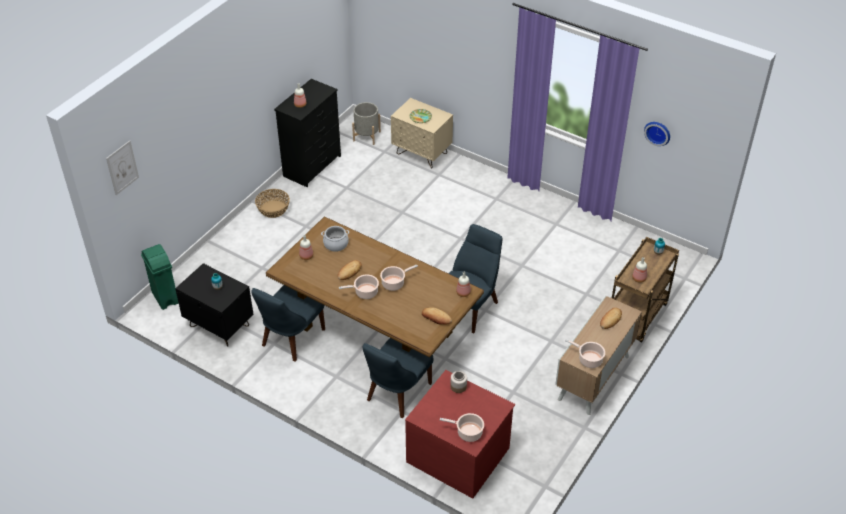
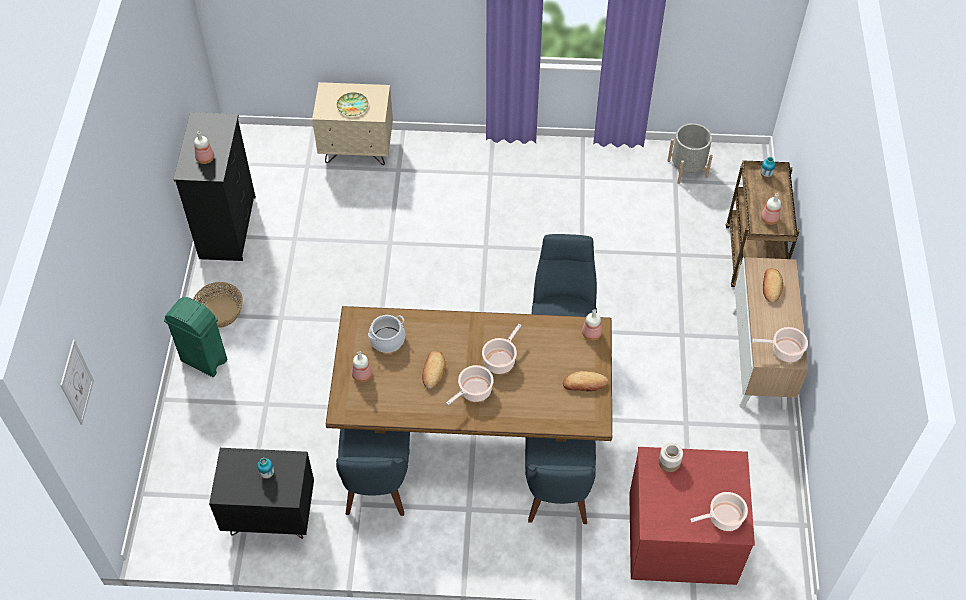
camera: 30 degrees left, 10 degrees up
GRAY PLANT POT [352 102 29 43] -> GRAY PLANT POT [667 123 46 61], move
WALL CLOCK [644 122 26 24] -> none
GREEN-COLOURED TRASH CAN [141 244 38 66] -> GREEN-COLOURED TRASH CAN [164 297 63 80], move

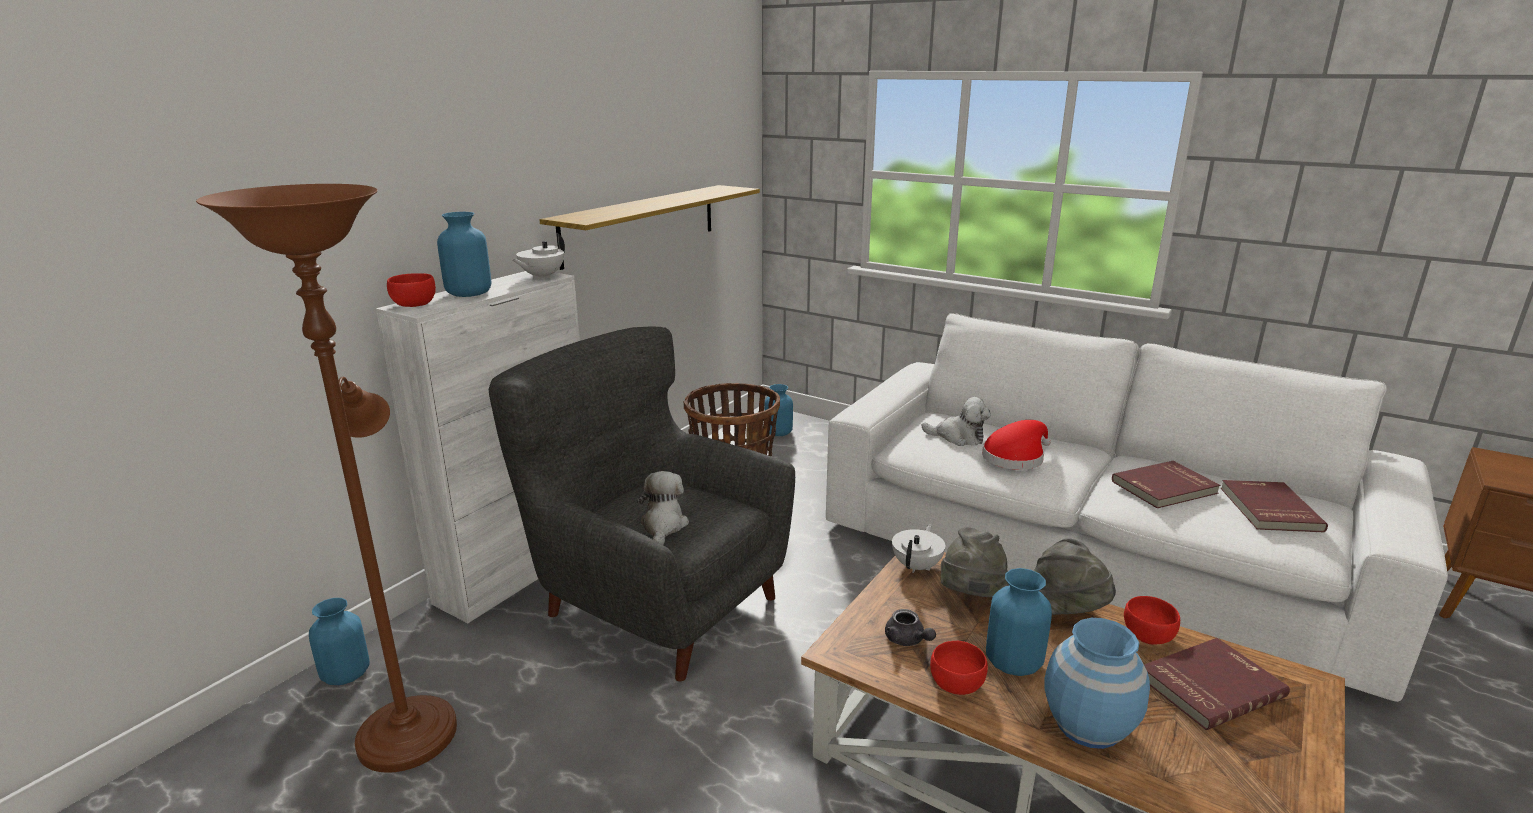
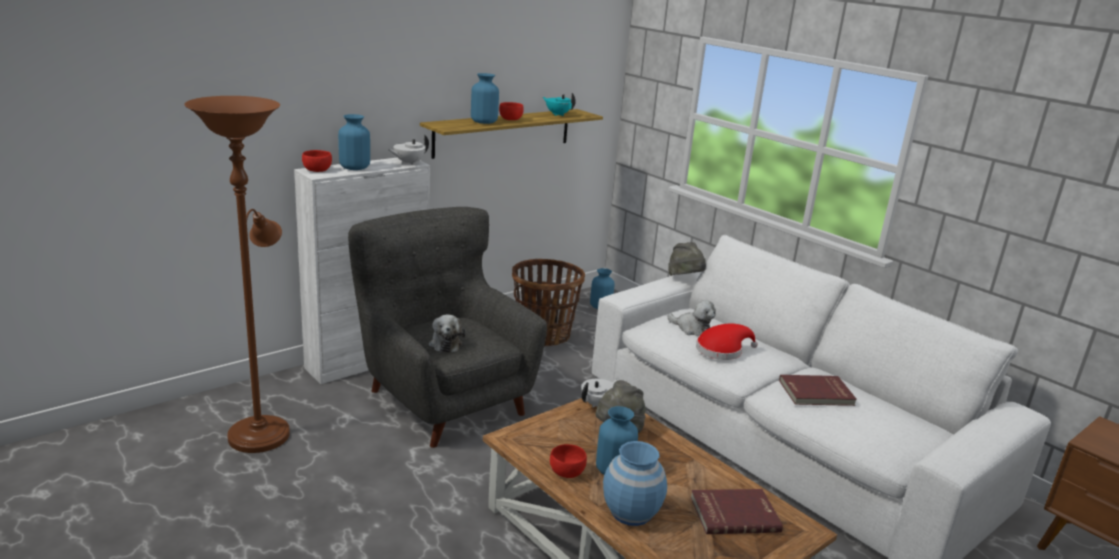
camera: 15 degrees right, 0 degrees up
CUDDLY TOY [636 471 53 74] -> CUDDLY TOY [429 314 37 39], 150 degrees clockwise
REDDISH BOUND BOOK [1221 480 107 52] -> none
GRAY HAT [1034 538 82 77] -> GRAY HAT [668 242 38 34], move
REDDISH DEEP DISH [1124 596 56 49] -> REDDISH DEEP DISH [499 102 25 18], move
BLUE FLOWER VASE [309 598 61 87] -> BLUE FLOWER VASE [471 73 28 51], move
GRAY TEA POT [885 609 51 37] -> none
none -> TURQUOISE TEA POT [543 93 33 23]

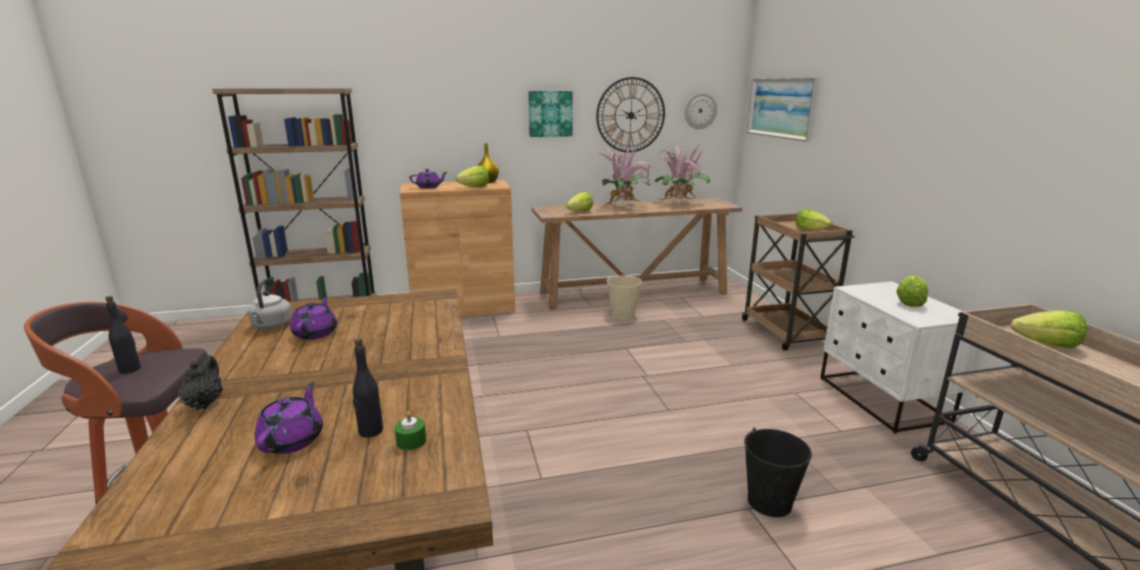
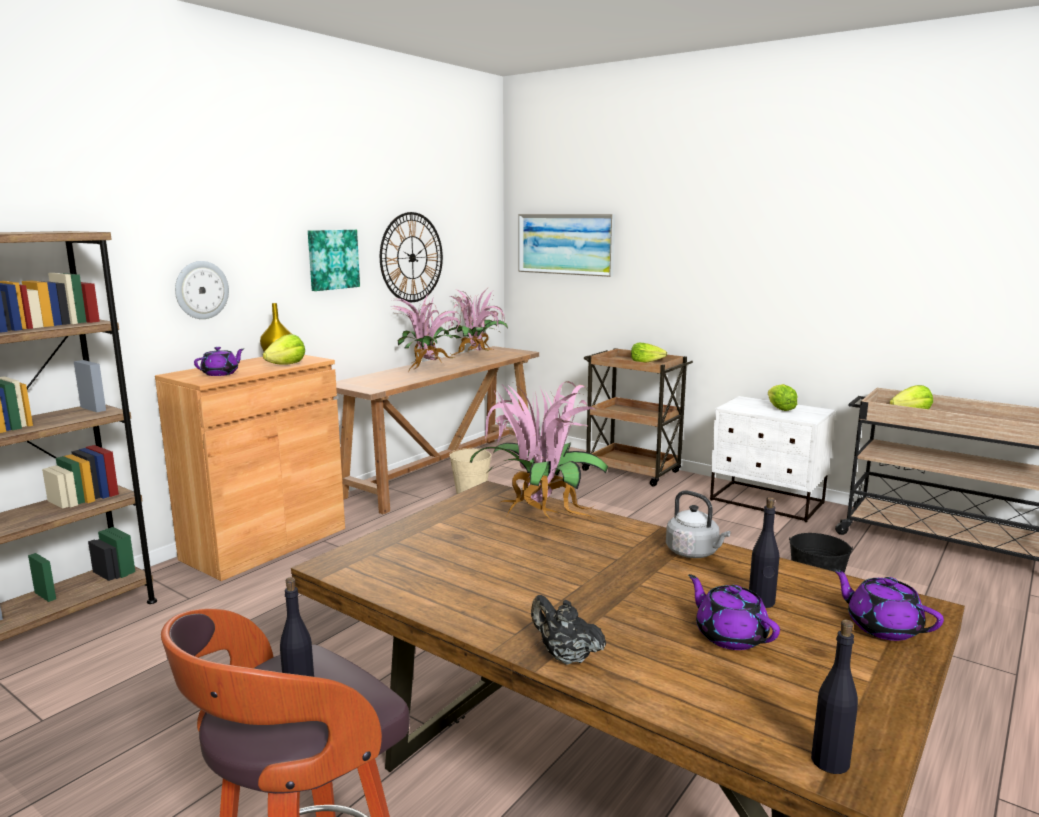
camera: 40 degrees left, 5 degrees down
WALL CLOCK [685 92 32 37] -> WALL CLOCK [175 261 54 58], move
LETTUCE HEAD [566 192 27 20] -> none
GRAY TEA KETTLE [248 279 45 50] -> GRAY TEA KETTLE [666 490 64 68], move
PURPLE-COLOURED TEA POT [290 297 47 43] -> PURPLE-COLOURED TEA POT [833 568 111 73], move
GREEN-COLOURED WAX LIGHT [395 411 31 40] -> none
none -> POTTED PLANT [470 381 138 139]
none -> BLACK-COLOURED BOTTLE [811 620 47 154]

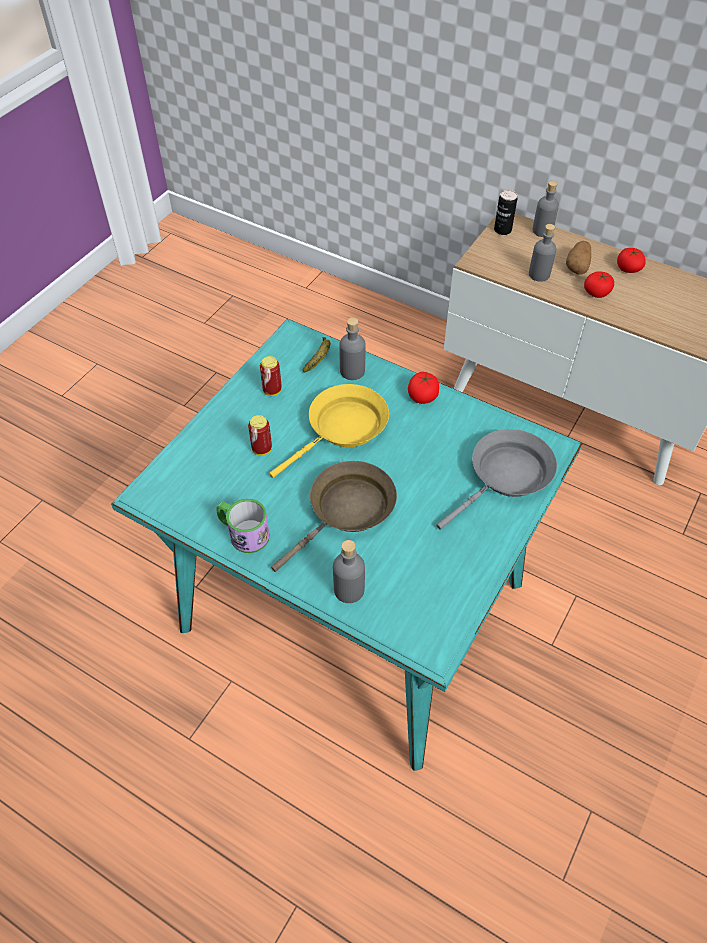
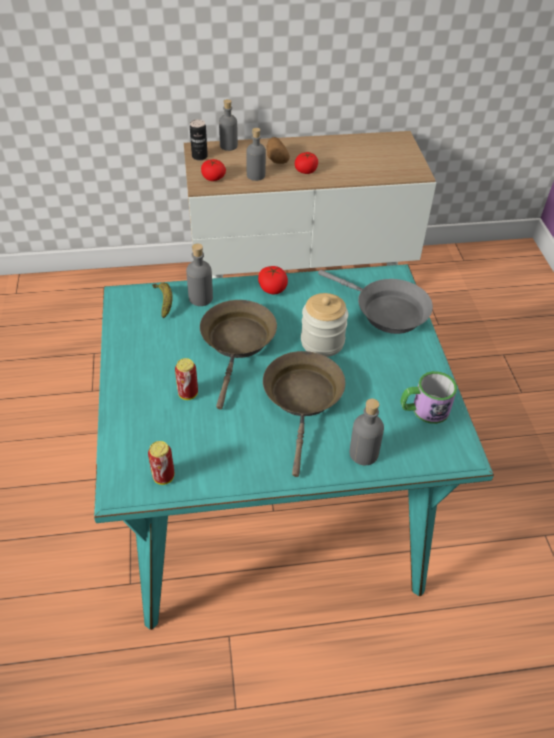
camera: 40 degrees left, 5 degrees down
WHOLE TOMATO [617 248 29 25] -> WHOLE TOMATO [201 159 25 22], move
CAN [260 356 22 40] -> CAN [148 441 27 44], move
YELLOWISH SKILLET [269 384 120 94] -> BROWN SKILLET [200 300 77 110]
GRAY SKILLET [437 429 120 101] -> GRAY SKILLET [318 270 115 64], 120 degrees clockwise
COFFEE MUG [216 499 54 54] -> COFFEE MUG [400 371 57 53], move
none -> STORAGE JAR [301 293 47 64]

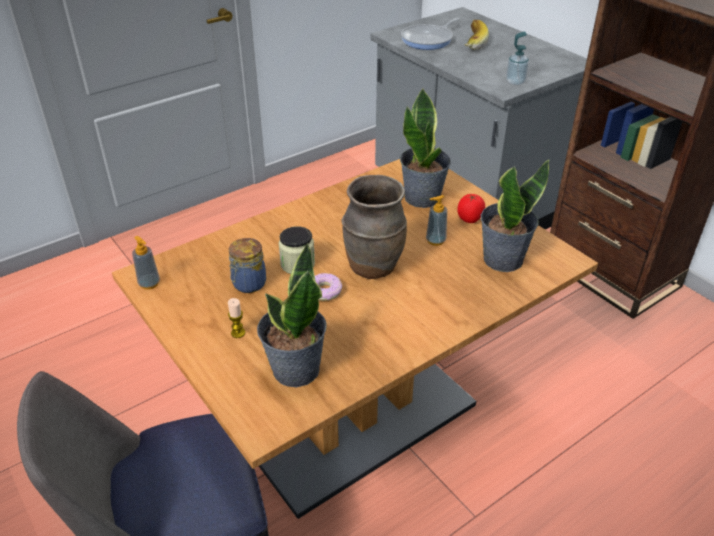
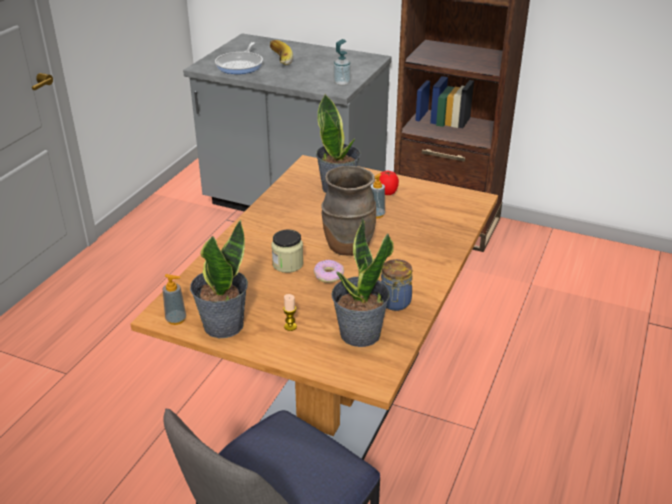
camera: 30 degrees left, 5 degrees down
POTTED PLANT [481 159 69 113] -> POTTED PLANT [190 220 58 118], move
STORAGE JAR [229 238 37 55] -> STORAGE JAR [381 259 32 52], move

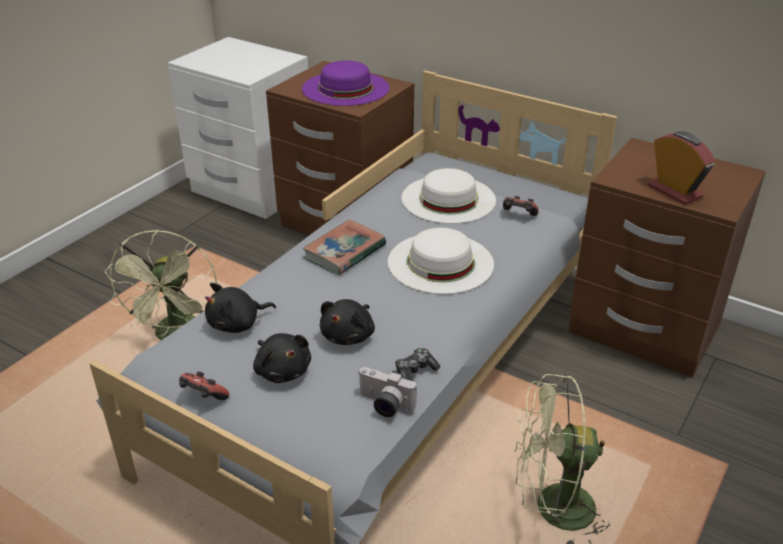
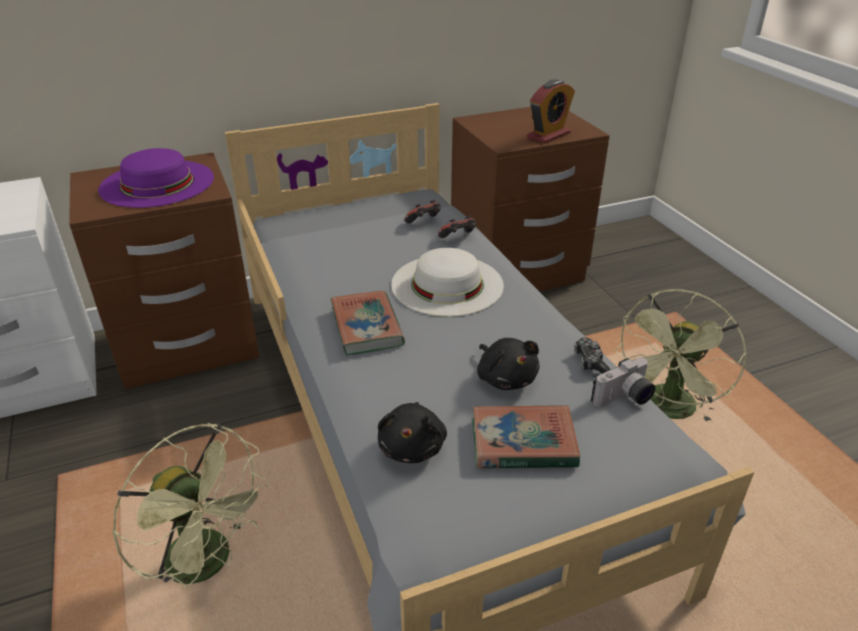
camera: 55 degrees left, 0 degrees up
ALARM CLOCK [648 131 67 74] -> ALARM CLOCK [527 79 48 65], 135 degrees clockwise
WHITE-COLOURED HAT [401 168 95 56] -> none
BLACK-COLOURED CUDDLY TOY [253 333 58 50] -> BOUND BOOK [472 405 108 63]
JOYPAD [179 371 50 29] -> JOYPAD [438 216 38 22], move

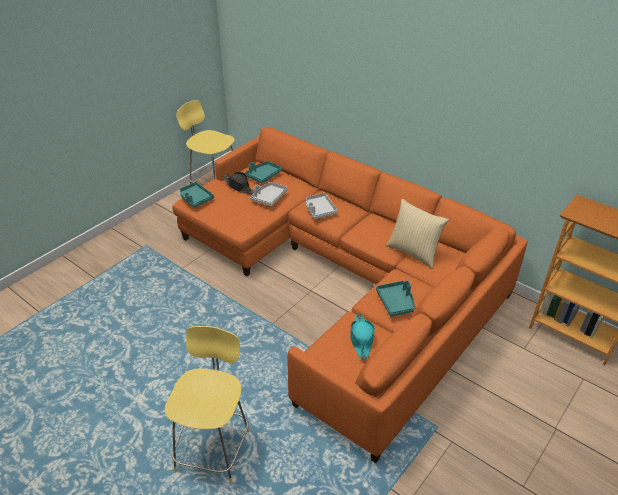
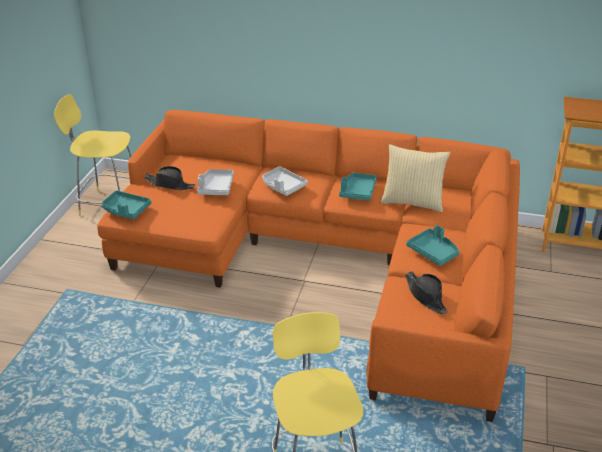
camera: 25 degrees left, 5 degrees down
TURQUOISE TRAY [245 161 37 23] -> TURQUOISE TRAY [339 173 38 27], move
TURQUOISE HAT [350 314 25 46] -> BLACK-COLOURED HAT [405 271 43 43]

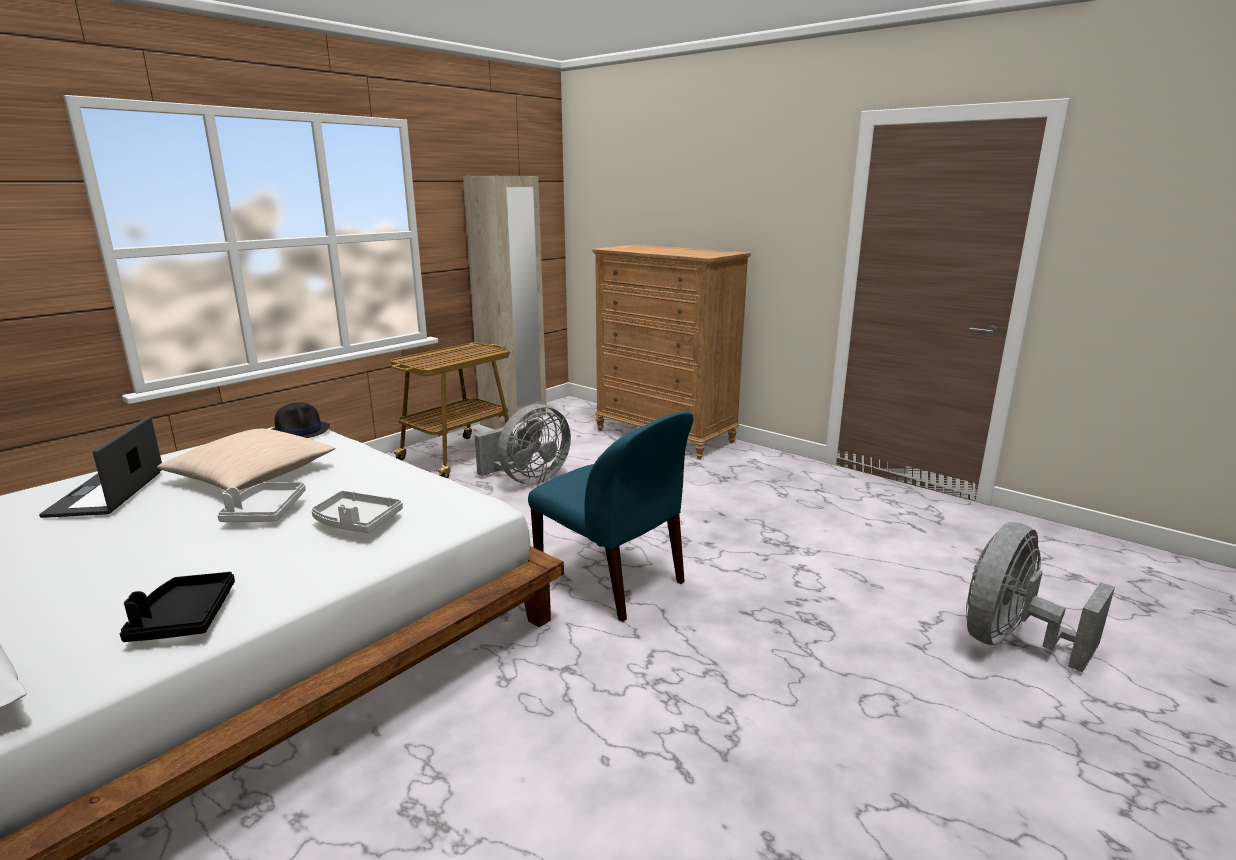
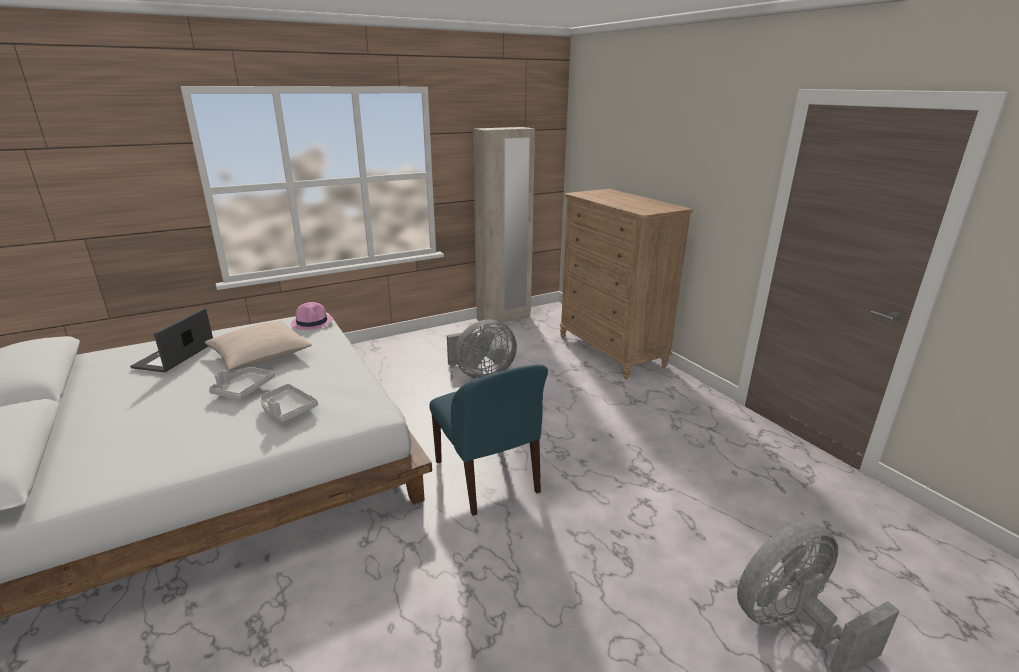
camera: 20 degrees right, 5 degrees up
CART [390 343 120 135] -> none
BLACK-COLOURED HAT [271 402 59 36] -> PINKISH HAT [291 302 42 28]
BLACK-COLOURED TRAY [120 572 115 70] -> none

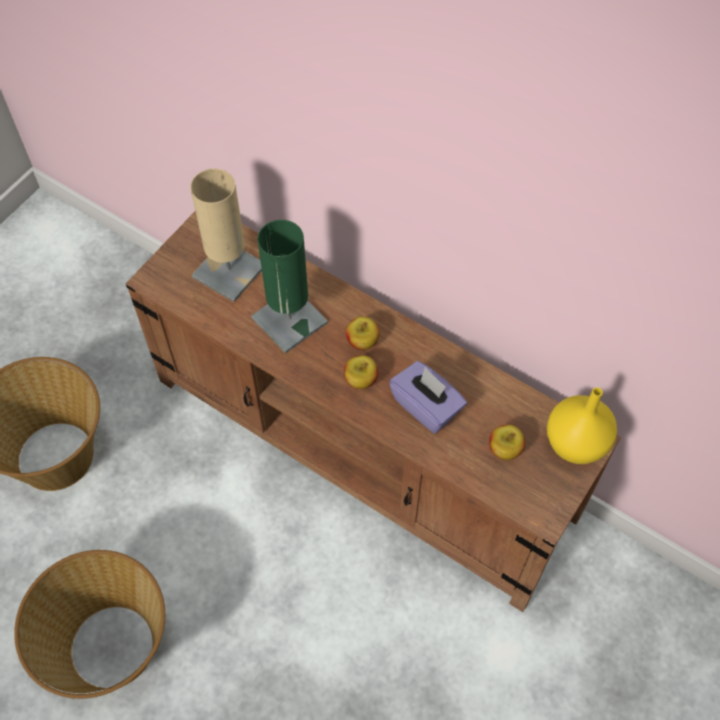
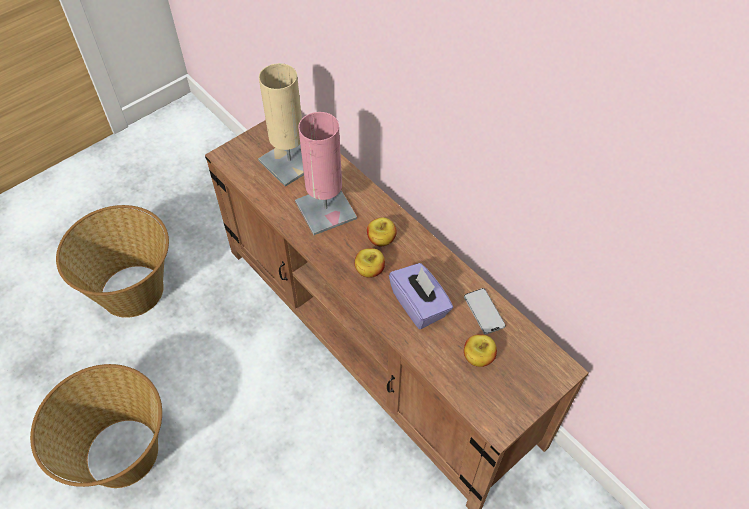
camera: 15 degrees right, 5 degrees down
GREEN-COLOURED LAMP FOR A TABLE [251 220 77 133] -> PINKISH LAMP FOR A TABLE [295 112 62 123]
YELLOWISH FLOWER VASE [547 387 70 77] -> none
none -> PHONE [464 288 42 46]

